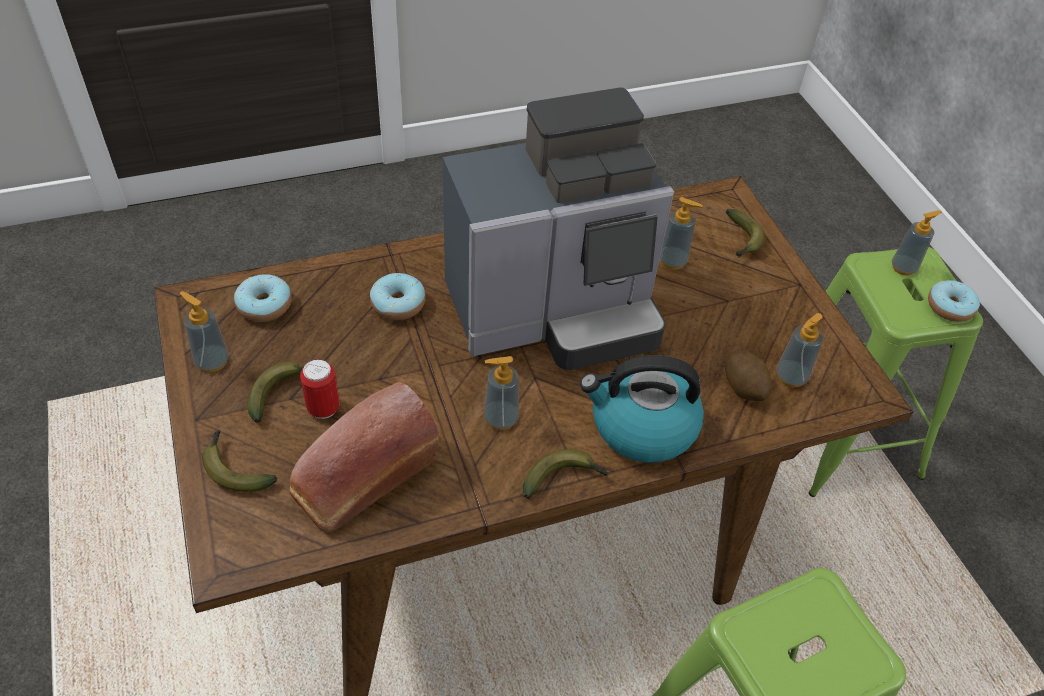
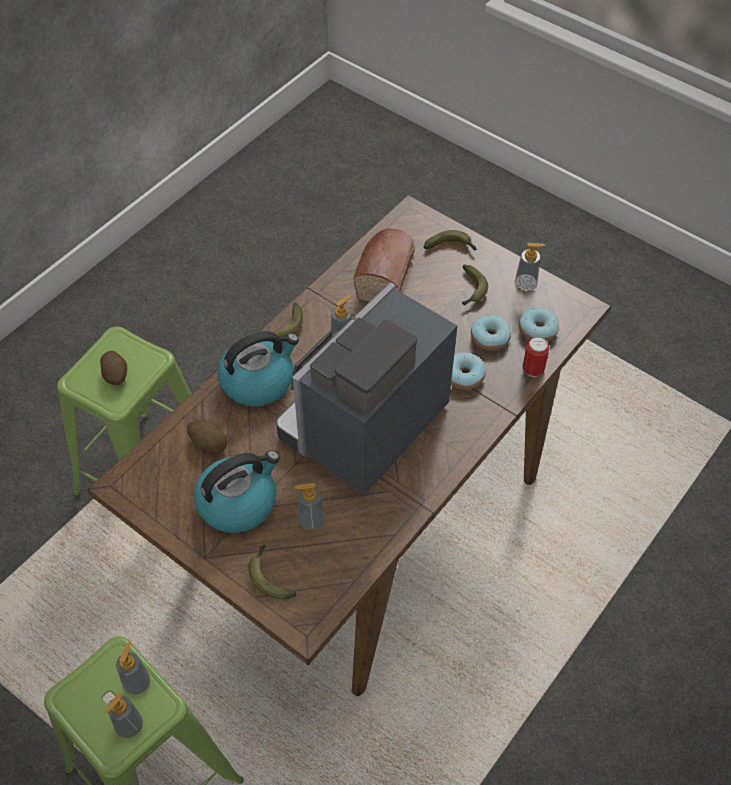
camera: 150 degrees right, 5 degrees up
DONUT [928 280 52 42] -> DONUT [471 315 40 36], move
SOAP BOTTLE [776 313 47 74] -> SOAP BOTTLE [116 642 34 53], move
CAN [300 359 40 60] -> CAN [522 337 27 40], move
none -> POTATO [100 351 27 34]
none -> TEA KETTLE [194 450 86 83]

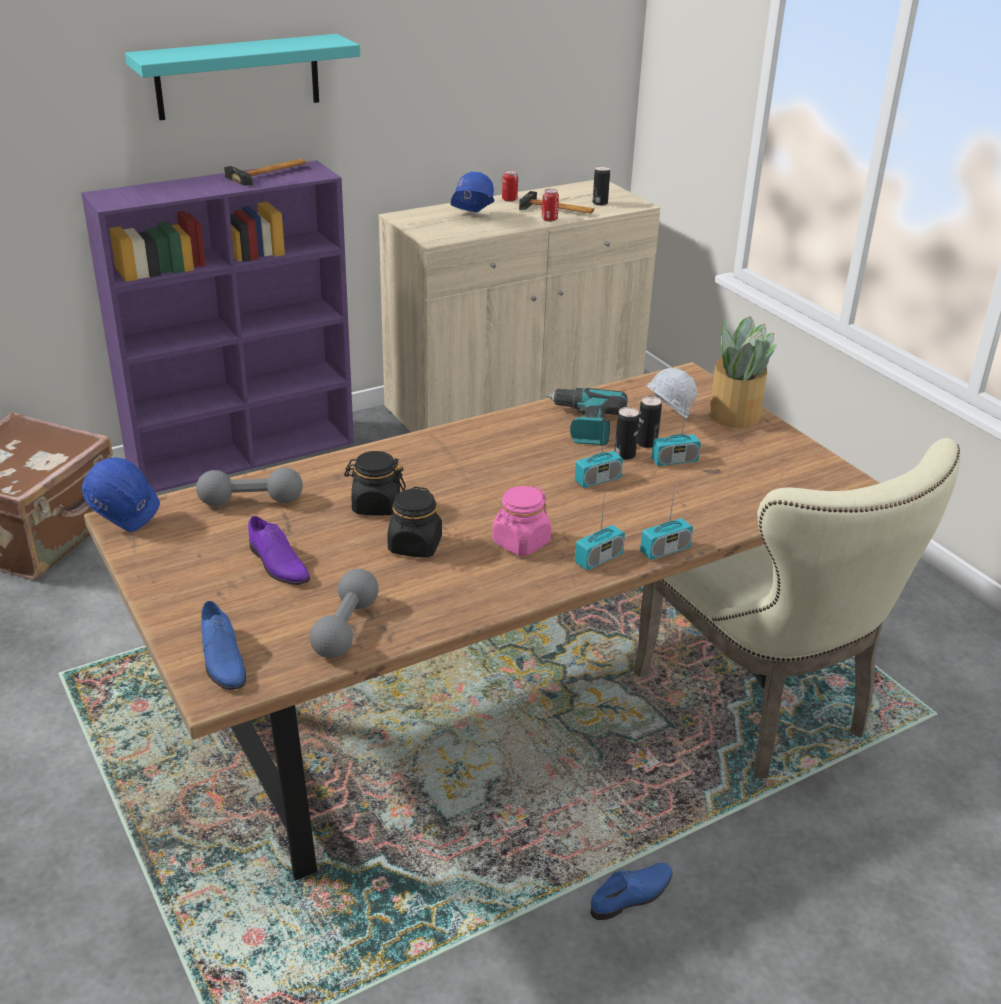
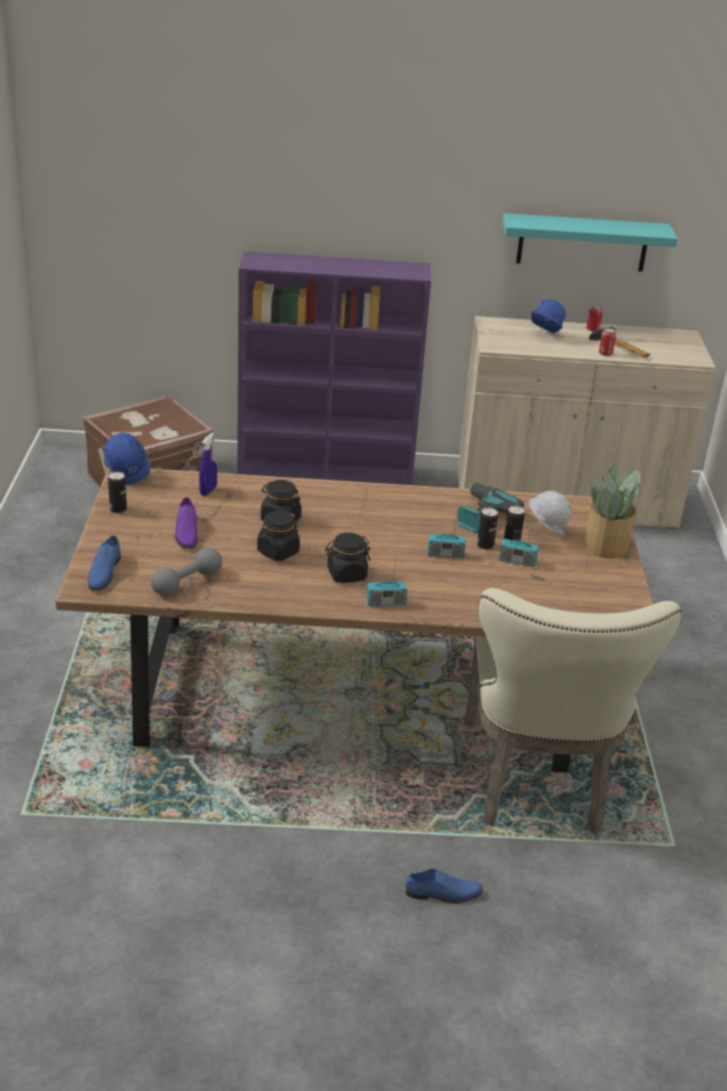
camera: 30 degrees right, 0 degrees up
TURQUOISE WALL SHELF [125 34 235 86] -> TURQUOISE WALL SHELF [502 213 176 59], move
HAMMER [224 159 82 27] -> none
CAN [593 166 17 40] -> CAN [108 472 19 41], move
GRAY HAND WEIGHT [196 467 107 39] -> BLUE SPRAYER [199 433 18 63]
RADIO [640 484 53 76] -> none
PINKISH STORAGE JAR [492 486 59 70] -> BLACK-COLOURED STORAGE JAR [325 532 46 51]
BLUE ITEM OF FOOTWEAR [590 863 82 57] -> BLUE ITEM OF FOOTWEAR [405 868 78 35], move

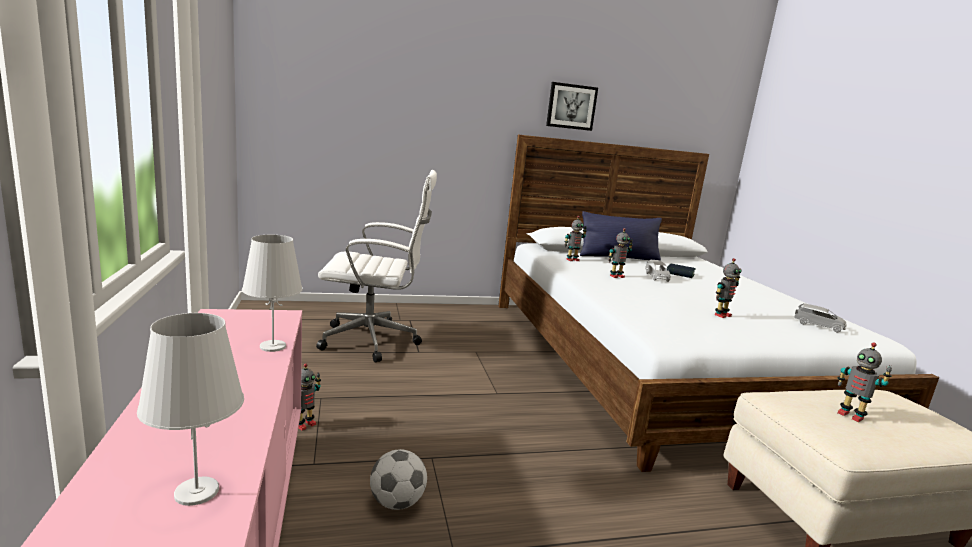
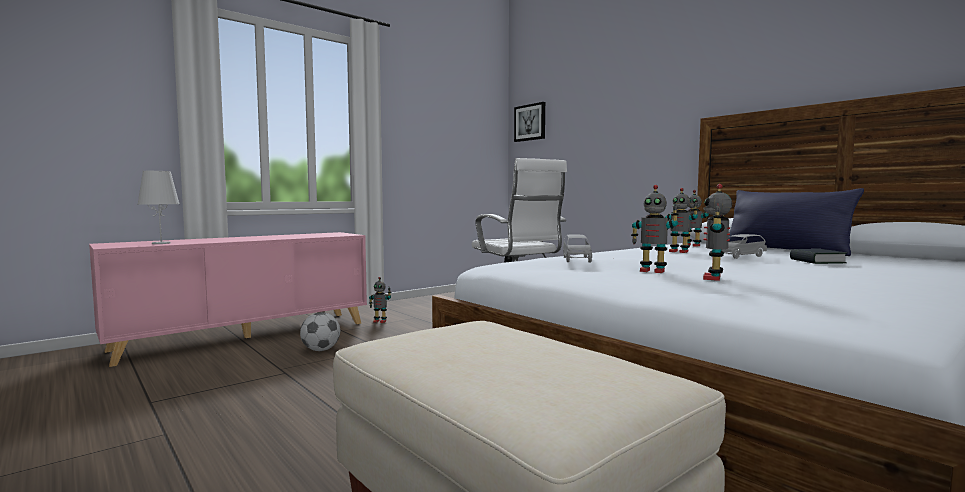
camera: 65 degrees right, 10 degrees down
PICTURE [546 82 52 49] -> PICTURE [514 102 31 40], move
WHITE-COLOURED LAMP FOR A TABLE [242 235 61 117] -> none
GRAY MINIATURE CAR [794 303 53 29] -> GRAY MINIATURE CAR [563 235 29 28], move
MODEL ROBOT [838 342 54 80] -> MODEL ROBOT [703 184 29 97], move

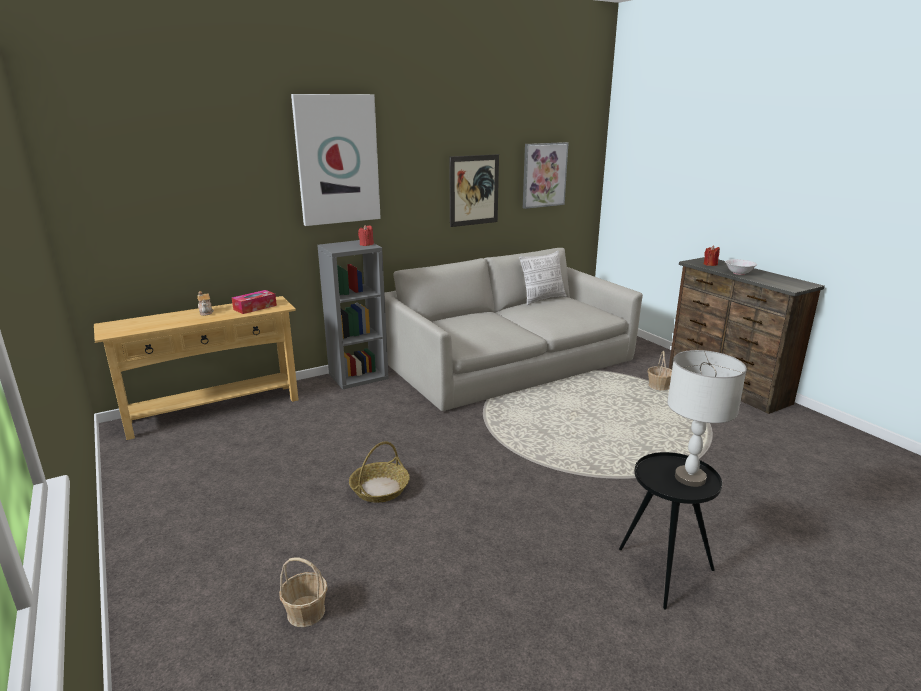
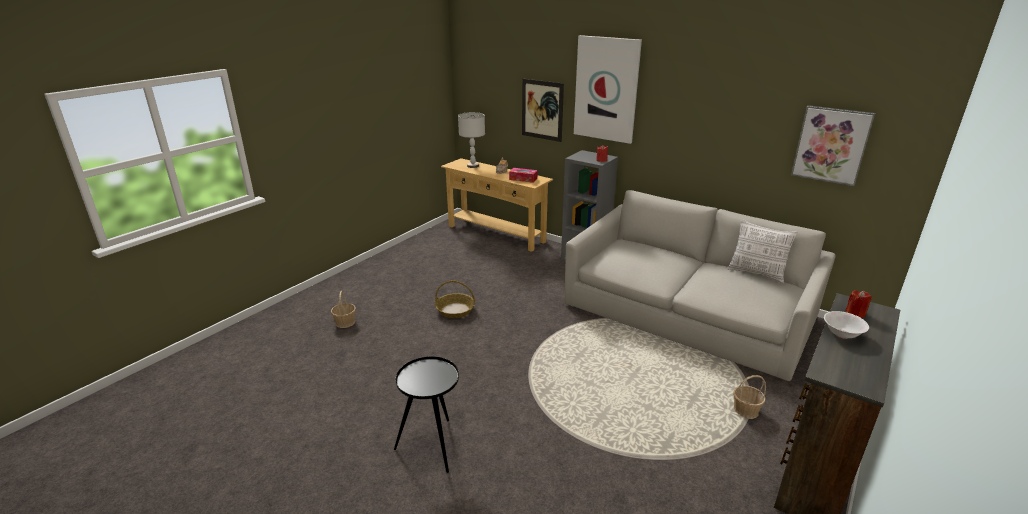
camera: 65 degrees right, 5 degrees up
PICTURE [449 154 50 73] -> PICTURE [522 79 42 63], move
GRAY LAMP FOR A TABLE [667 350 80 137] -> GRAY LAMP FOR A TABLE [458 112 27 56], move

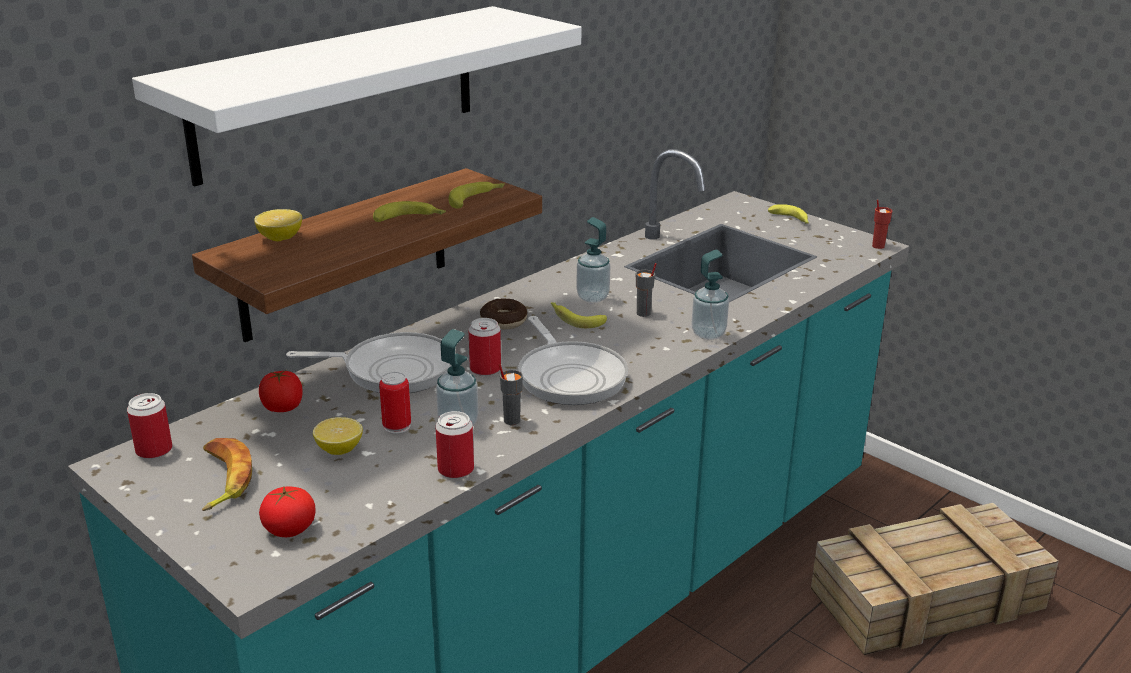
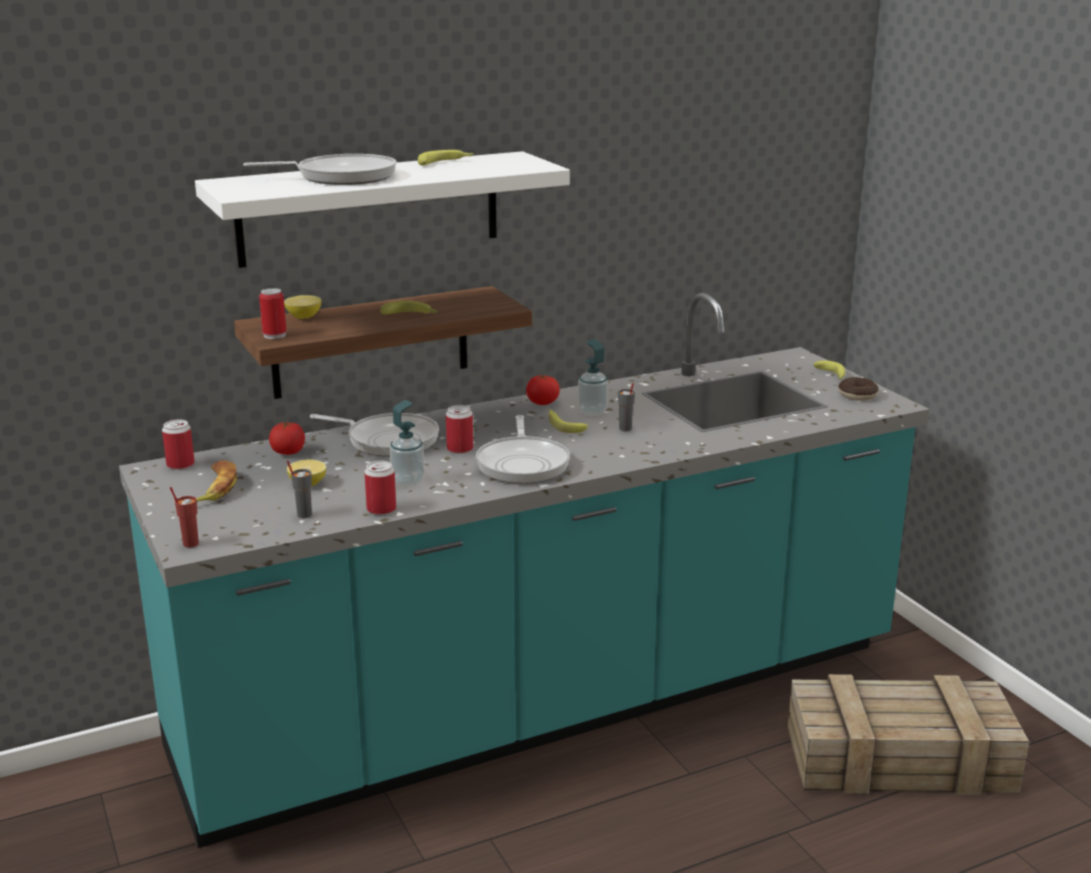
camera: 20 degrees right, 5 degrees down
BANANA [449 182 56 27] -> BANANA [418 150 56 16], move
REDDISH DRINKING CUP [872 199 20 50] -> REDDISH DRINKING CUP [170 487 29 60], move
SOAP BOTTLE [691 250 38 90] -> none
DONUT [480 299 47 30] -> DONUT [838 377 41 24], move
GRAY DRINKING CUP [499 364 24 61] -> GRAY DRINKING CUP [287 461 25 57], move
CAN [379 372 32 62] -> CAN [259 288 27 51], move
WHOLE TOMATO [259 486 56 51] -> WHOLE TOMATO [526 375 34 30], move
none -> SKILLET [243 154 154 31]

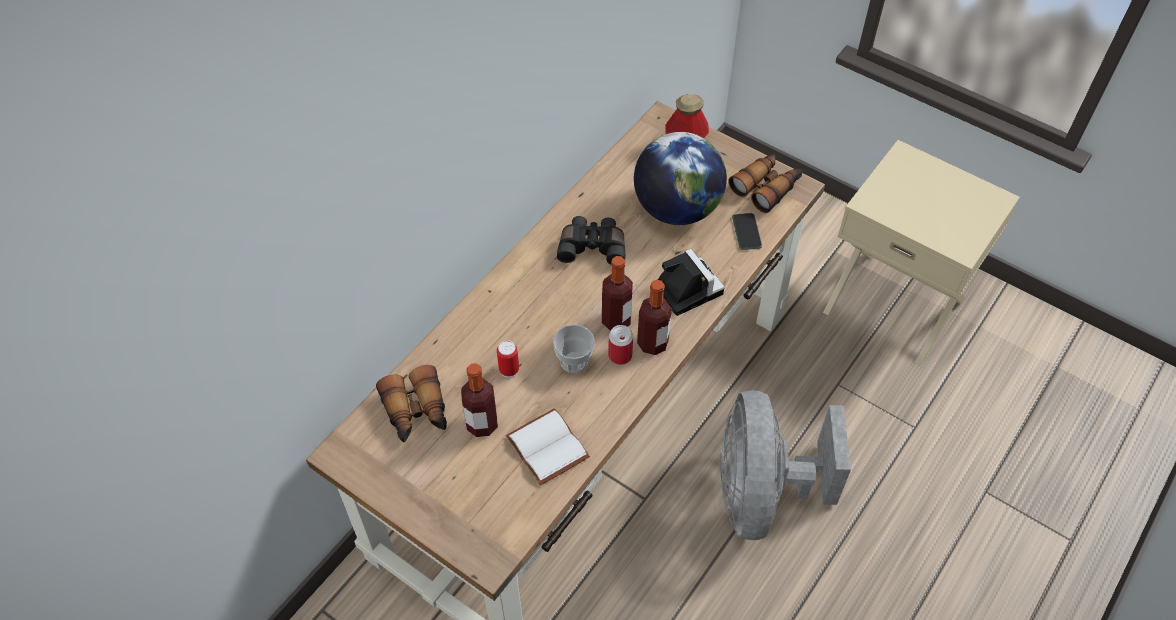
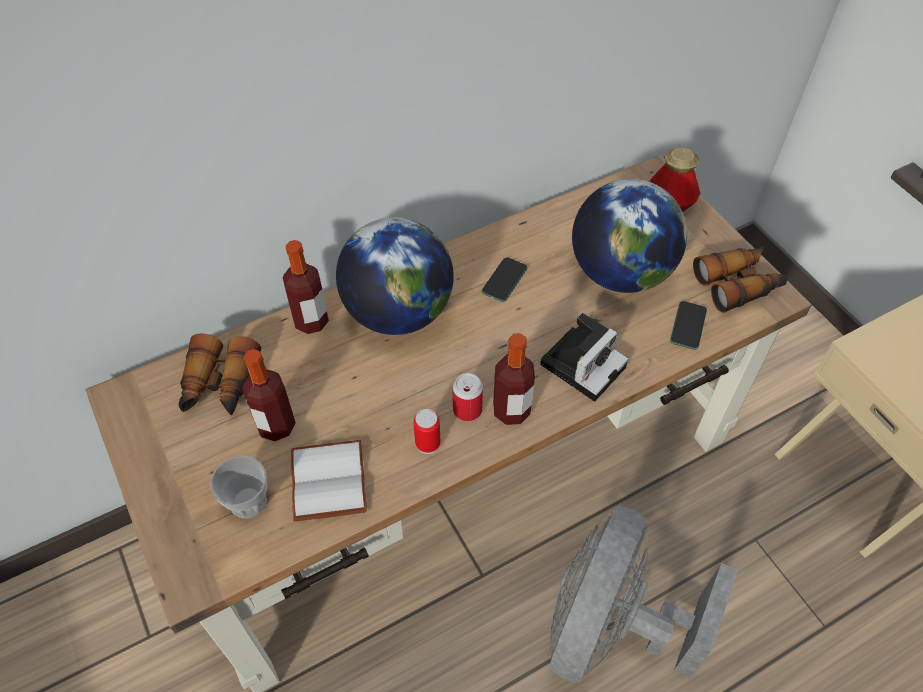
camera: 25 degrees right, 0 degrees up
BLACK-COLOURED FIELD GLASSES [557 216 69 48] -> PHONE [481 257 47 45]
PHOTO CAMERA [657 248 68 68] -> PHOTO CAMERA [540 313 88 88], 45 degrees clockwise
BOTTLE [602 256 31 75] -> BOTTLE [283 240 46 94], move
DRINKING CUP [553 324 42 49] -> DRINKING CUP [211 455 56 64], move
CAN [497 340 22 38] -> CAN [413 409 27 45], move
none -> DESK GLOBE [336 217 118 118]

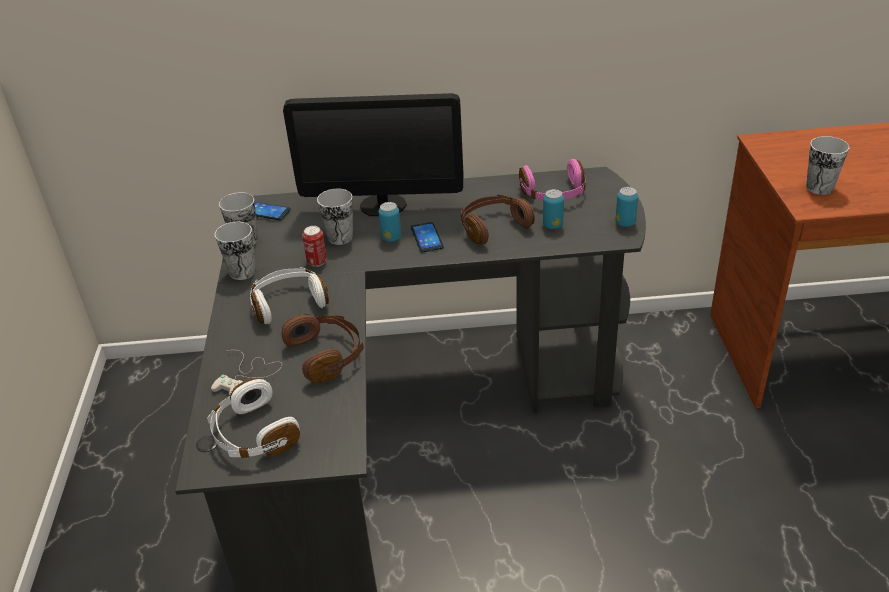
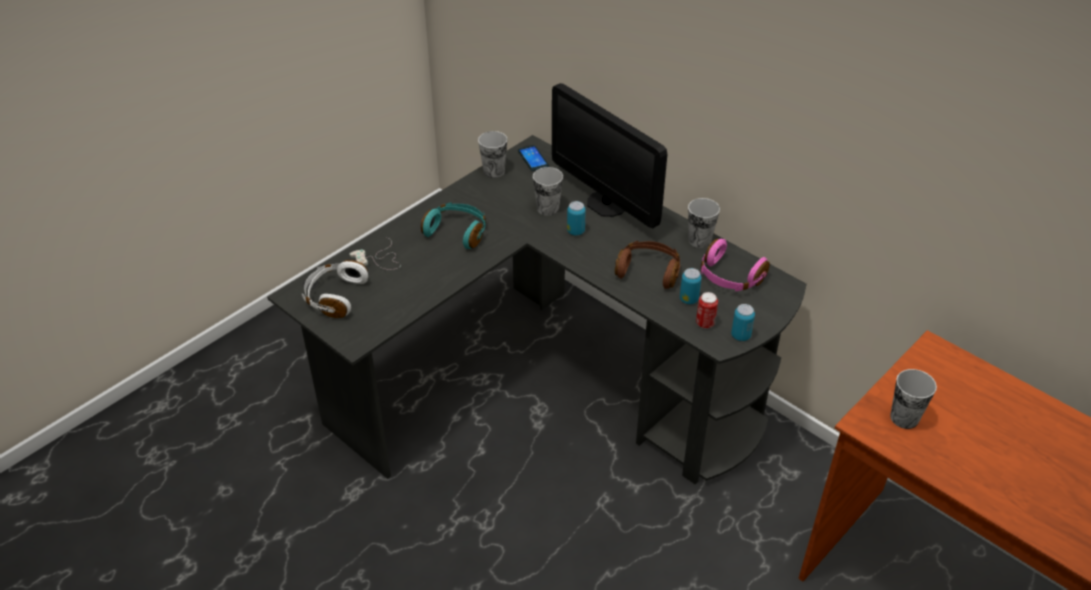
camera: 45 degrees right, 5 degrees up
DRINKING CUP [215 222 41 58] -> DRINKING CUP [688 198 32 50], move
PHONE [411 222 33 30] -> none
CAN [302 226 25 41] -> CAN [696 292 22 37], move
WHITE-COLOURED PAIR OF HEADPHONES [250 267 79 57] -> TURQUOISE PAIR OF HEADPHONES [421 203 65 46]
BROWN PAIR OF HEADPHONES [282 314 82 69] -> none

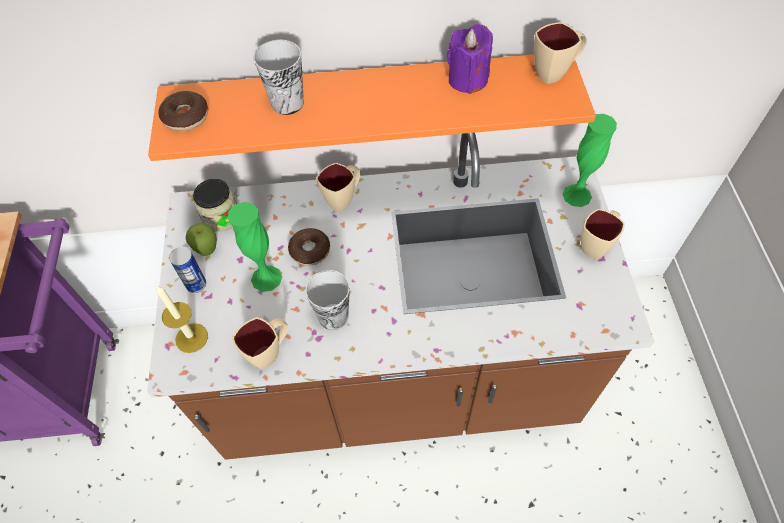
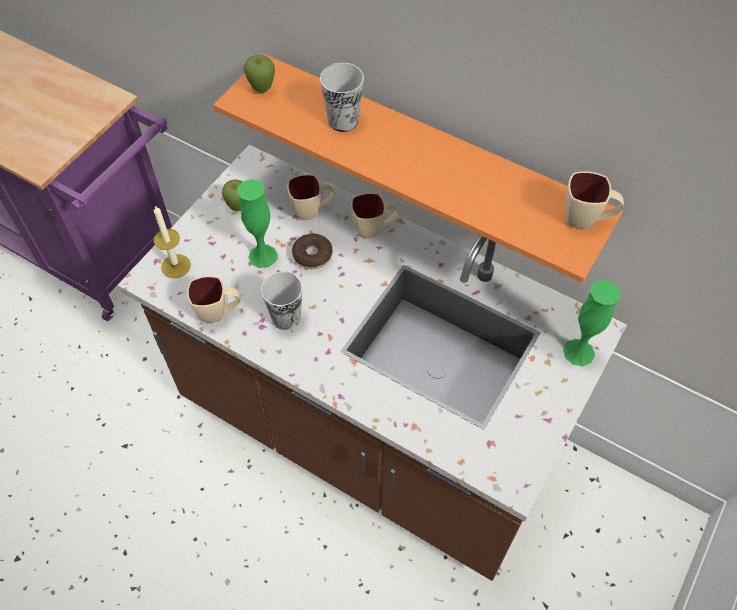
camera: 35 degrees right, 0 degrees up
PURPLE-COLOURED WAX LIGHT [447 24 46 70] -> none
DONUT [158 91 50 40] -> APPLE FRUIT [244 55 31 38]
STORAGE JAR [193 179 43 53] -> none
BEIGE COFFEE MUG [581 209 44 50] -> BEIGE COFFEE MUG [287 174 48 46], move
CAN [169 247 37 46] -> none

